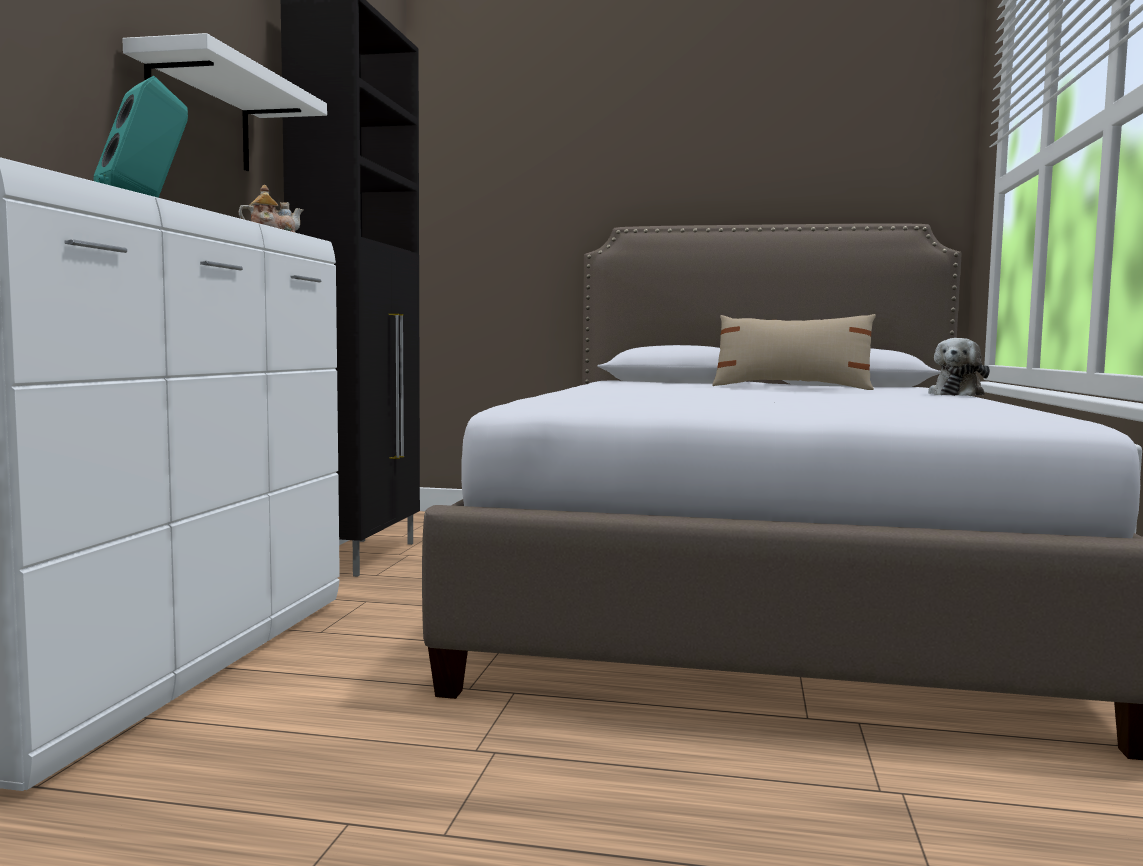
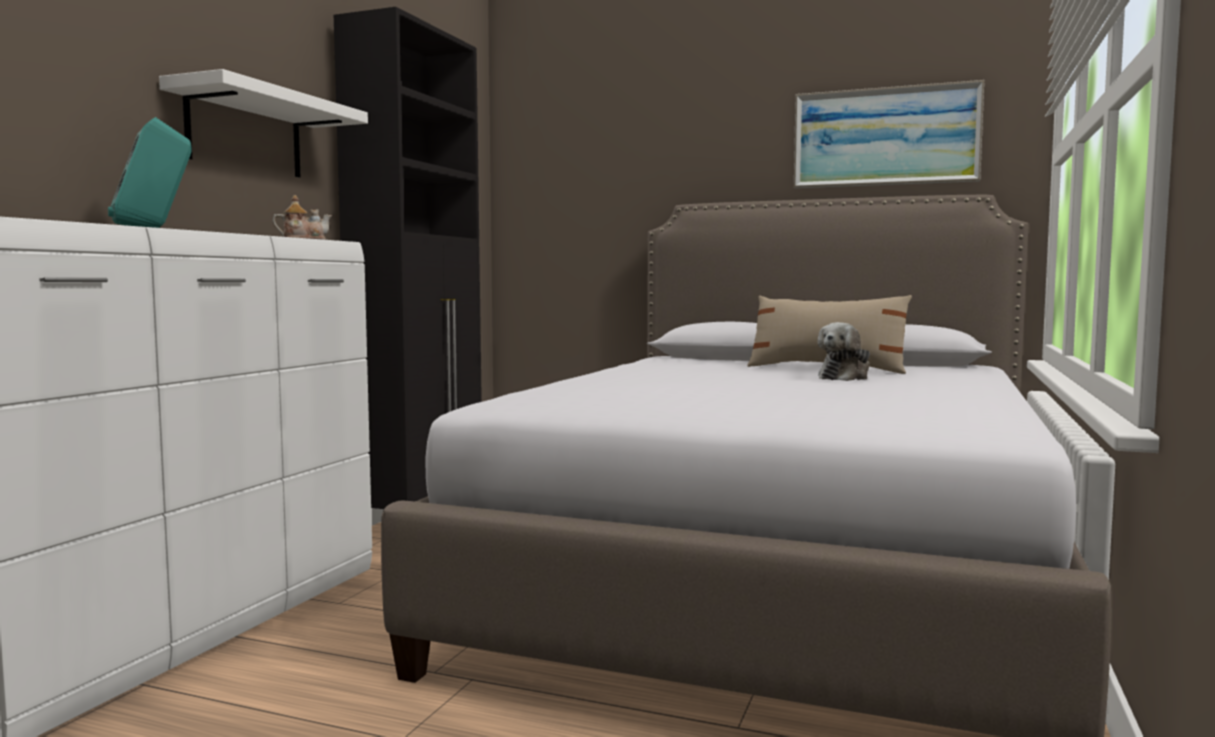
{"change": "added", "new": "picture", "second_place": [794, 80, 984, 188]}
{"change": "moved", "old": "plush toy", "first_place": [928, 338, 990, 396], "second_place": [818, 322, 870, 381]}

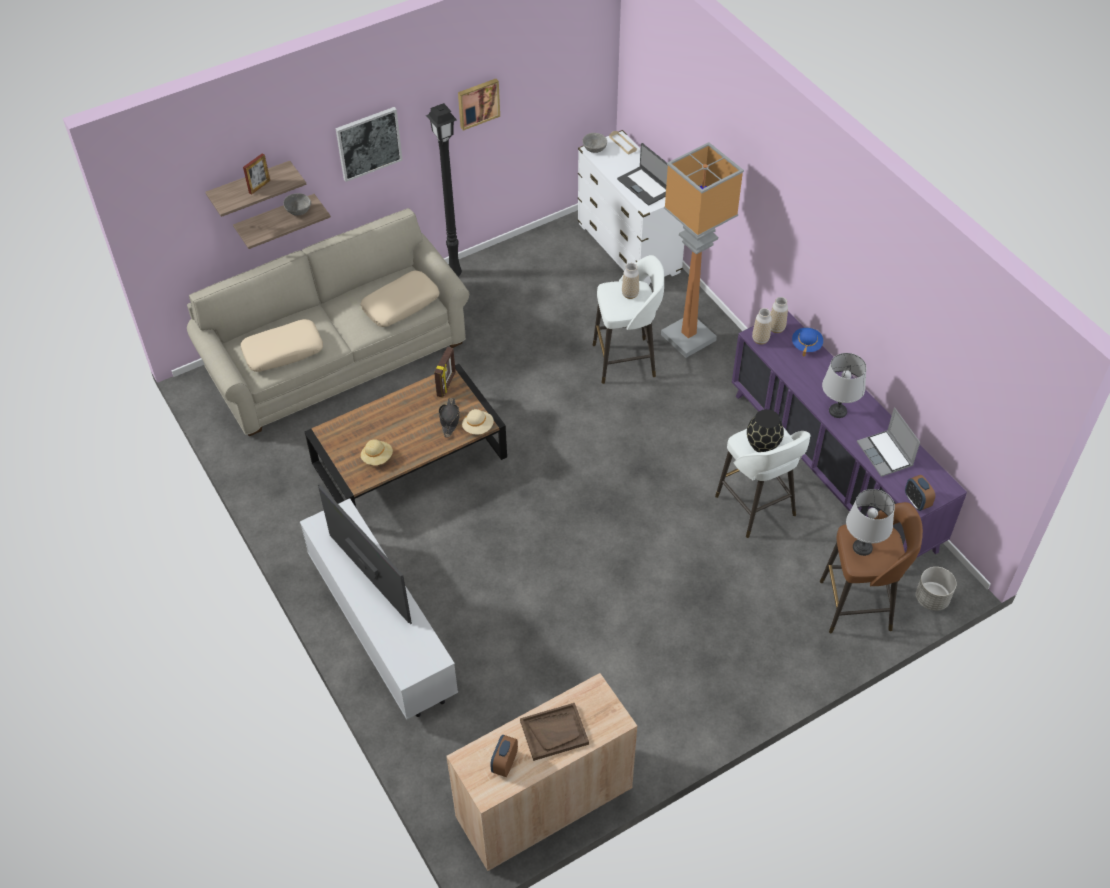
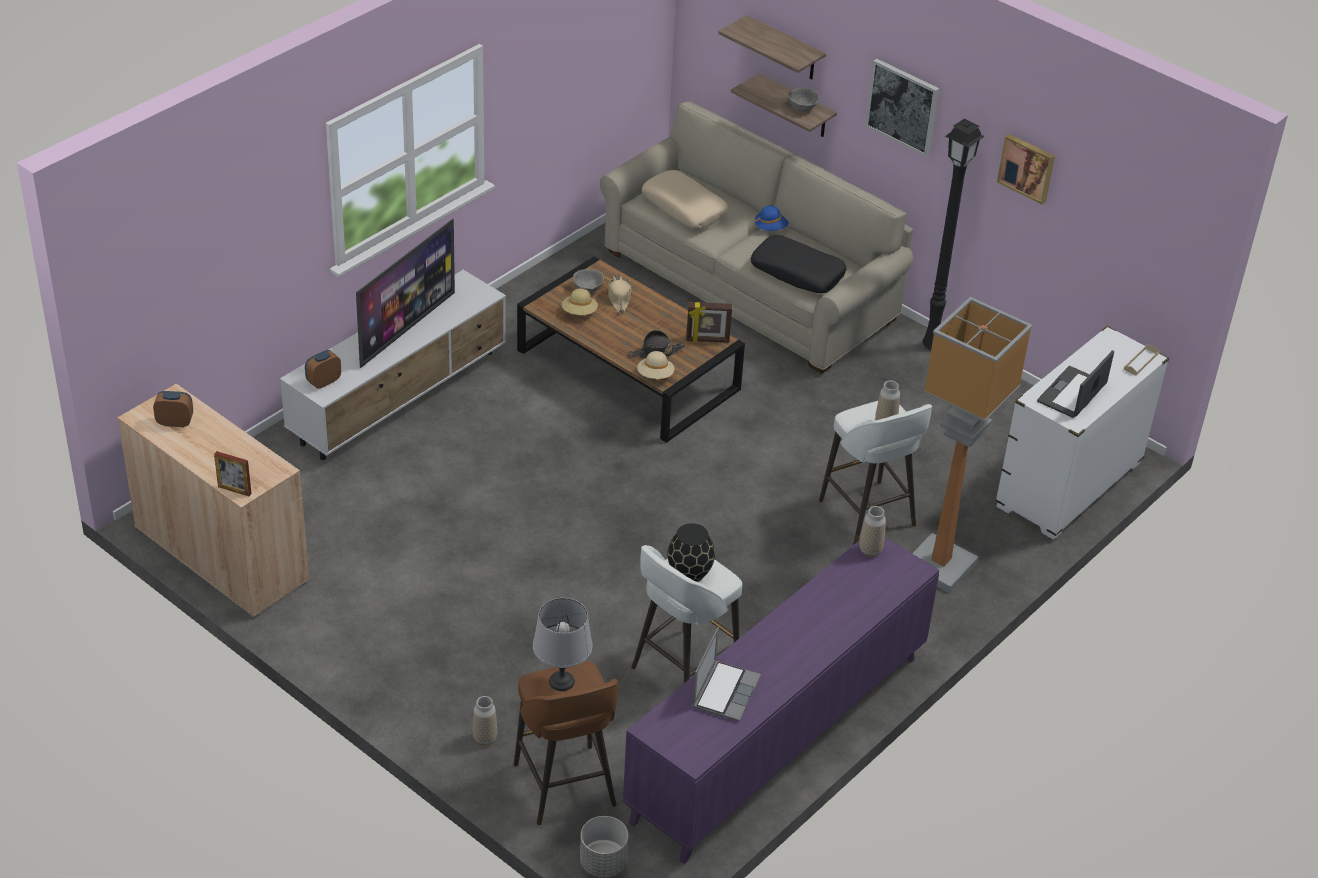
{"change": "removed", "old": "tray (brown)", "first_place": [520, 703, 589, 761]}
{"change": "removed", "old": "table lamp (grey)", "first_place": [822, 353, 867, 418]}
{"change": "added", "new": "hat (beige)", "second_place": [608, 275, 632, 313]}
{"change": "moved", "old": "picture frame", "first_place": [243, 153, 270, 195], "second_place": [214, 451, 252, 496]}
{"change": "moved", "old": "bowl (grey)", "first_place": [583, 133, 607, 153], "second_place": [573, 269, 604, 294]}
{"change": "moved", "old": "vase", "first_place": [771, 297, 788, 333], "second_place": [473, 696, 497, 745]}
{"change": "moved", "old": "hat (blue)", "first_place": [792, 328, 823, 356], "second_place": [754, 205, 789, 231]}
{"change": "moved", "old": "alarm clock", "first_place": [905, 475, 935, 511], "second_place": [305, 350, 341, 389]}
{"change": "recoloured", "old": "pillow (beige)", "new": "pillow (black)", "first_place": [361, 271, 440, 327], "second_place": [751, 235, 847, 293]}
{"change": "turned", "old": "laptop", "first_place": [857, 407, 920, 477], "second_place": [692, 627, 761, 722], "degrees": 150}

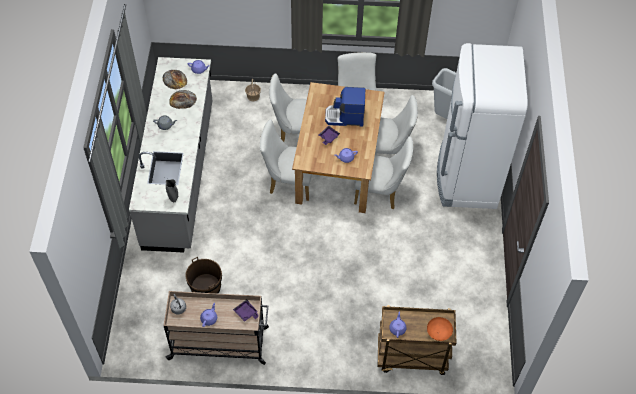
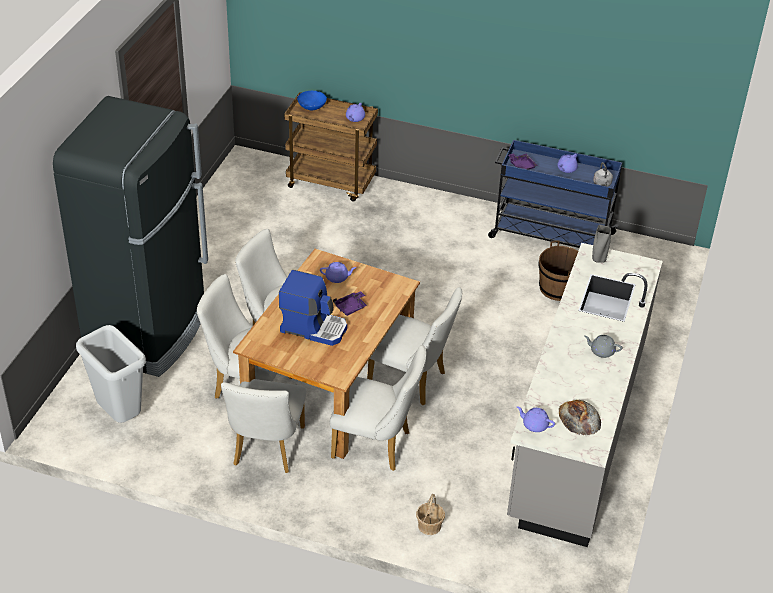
{"change": "removed", "old": "bread", "first_place": [169, 90, 197, 109]}
{"change": "recoloured", "old": "cart (beige)", "new": "cart (blue)", "first_place": [163, 291, 269, 365], "second_place": [488, 140, 622, 248]}
{"change": "recoloured", "old": "bowl (orange)", "new": "bowl (blue)", "first_place": [427, 317, 453, 341], "second_place": [297, 91, 327, 110]}
{"change": "recoloured", "old": "fridge (white)", "new": "fridge (black)", "first_place": [437, 43, 528, 209], "second_place": [53, 96, 208, 377]}

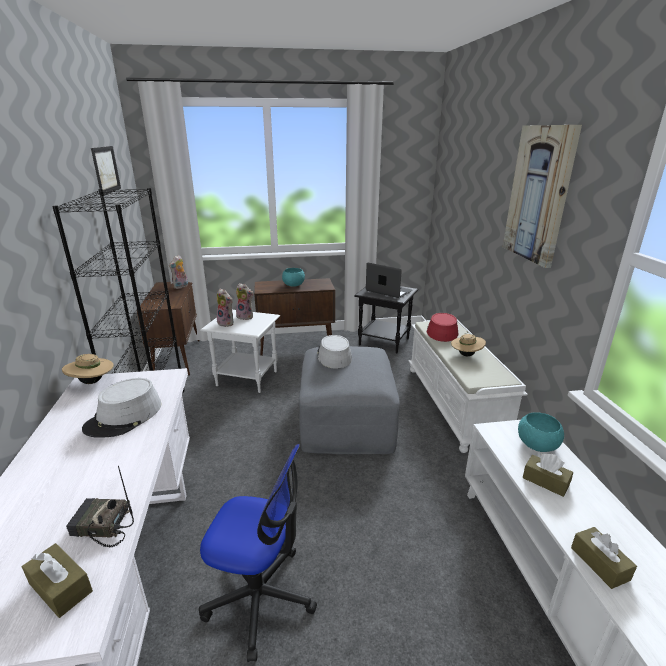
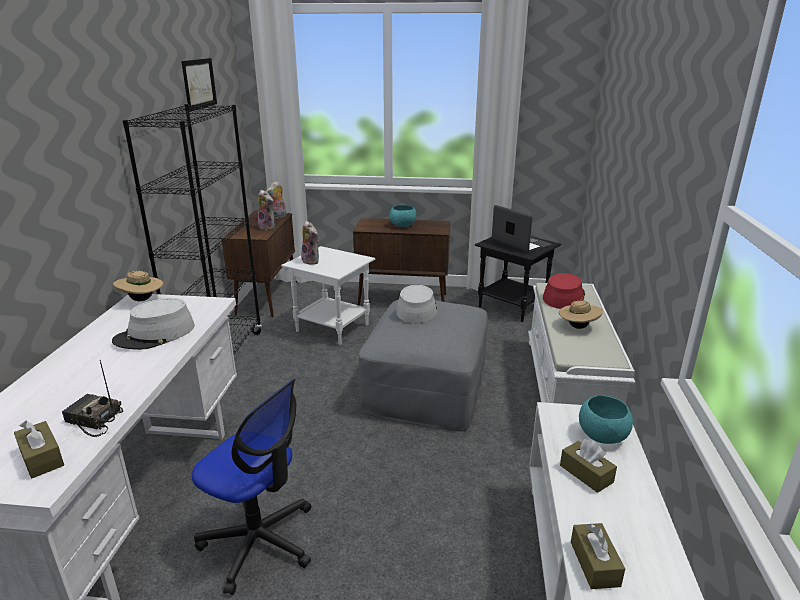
{"change": "removed", "old": "picture", "first_place": [503, 125, 582, 268]}
{"change": "moved", "old": "plush toy", "first_place": [236, 283, 254, 320], "second_place": [258, 190, 275, 230]}

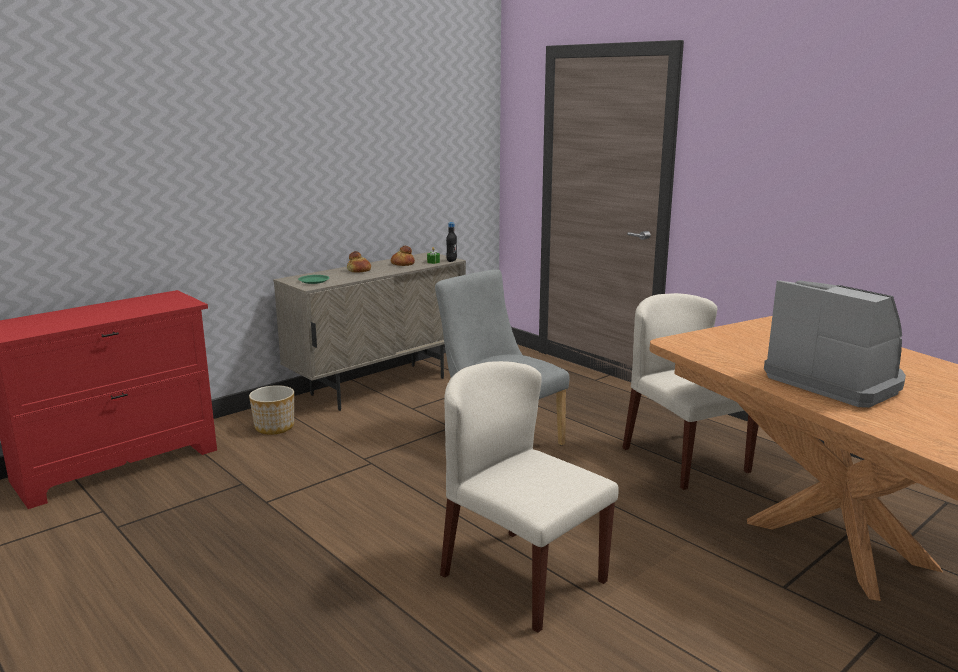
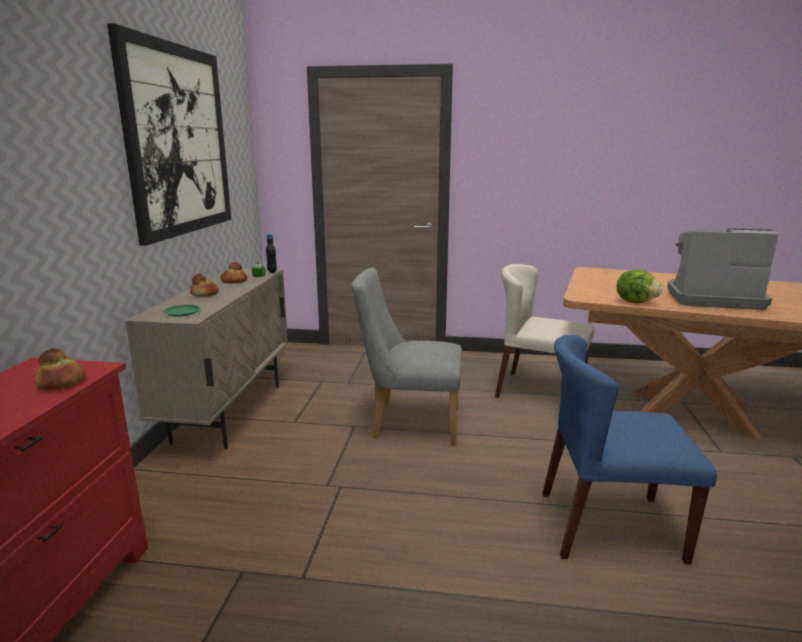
{"change": "removed", "old": "planter", "first_place": [249, 385, 294, 435]}
{"change": "added", "new": "bread", "second_place": [35, 348, 86, 390]}
{"change": "added", "new": "picture", "second_place": [107, 23, 231, 246]}
{"change": "added", "new": "lettuce", "second_place": [617, 270, 662, 303]}
{"change": "recoloured", "old": "chair (beige)", "new": "chair (blue)", "first_place": [440, 361, 619, 633], "second_place": [543, 335, 717, 564]}

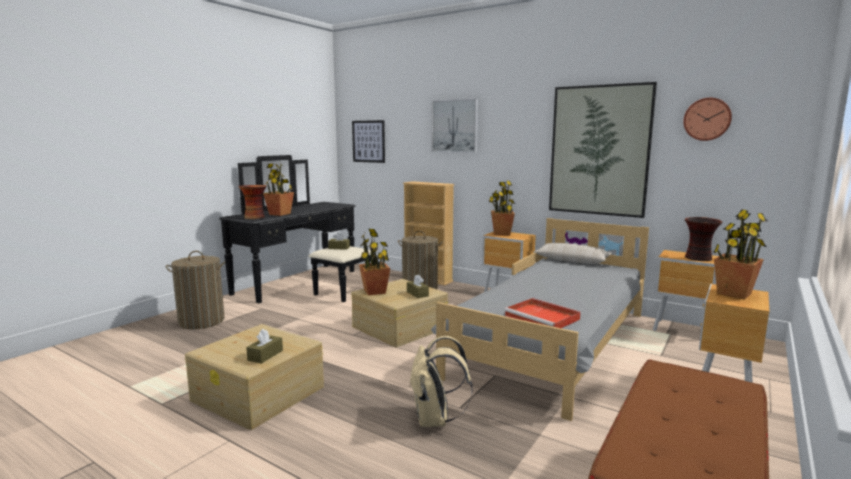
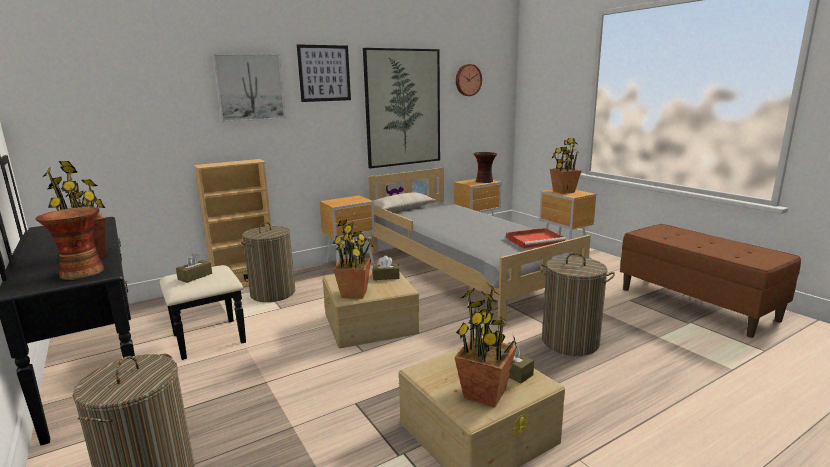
{"change": "moved", "old": "picture", "first_place": [352, 120, 385, 163], "second_place": [297, 44, 351, 102]}
{"change": "moved", "old": "potted plant", "first_place": [489, 181, 515, 236], "second_place": [454, 283, 517, 408]}
{"change": "replaced", "old": "backpack (beige)", "new": "laundry basket", "first_place": [409, 336, 473, 427], "second_place": [539, 253, 615, 356]}

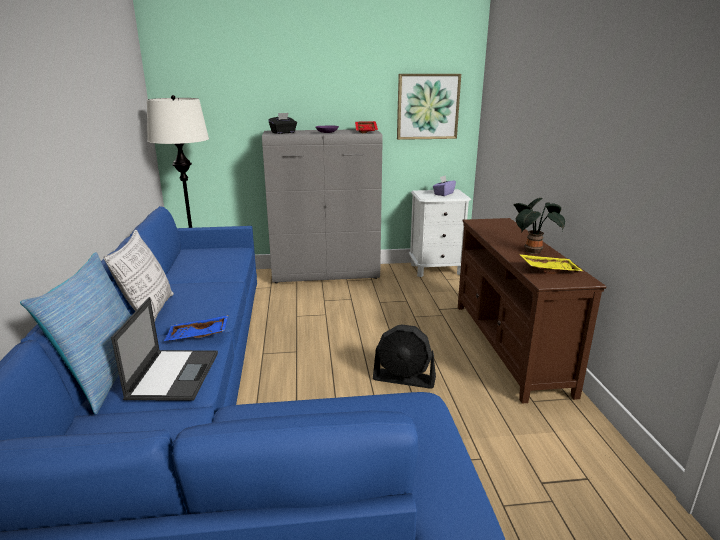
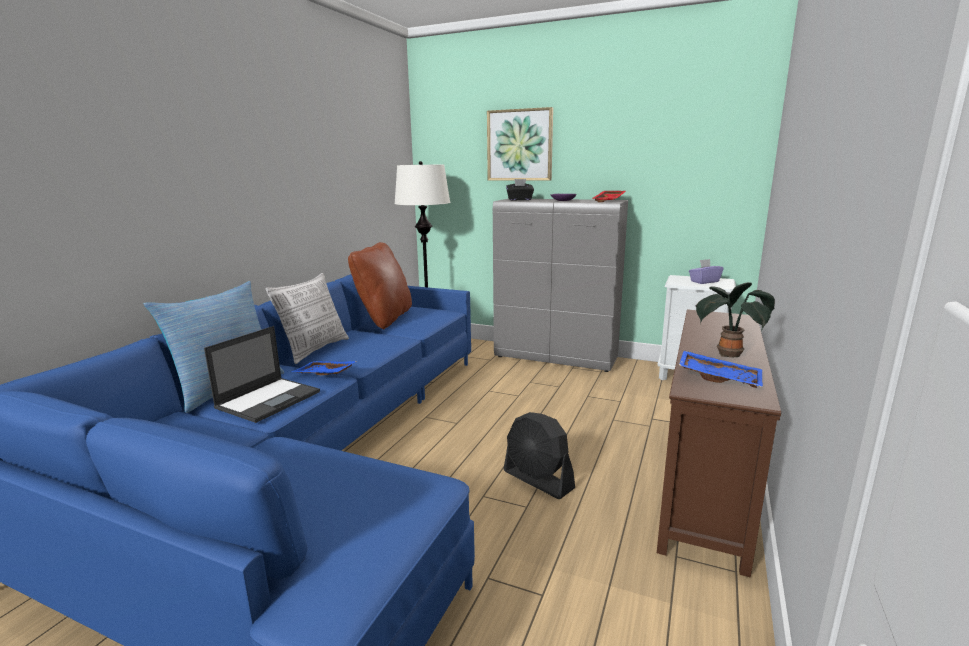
{"change": "added", "new": "pillow (brown)", "second_place": [348, 242, 412, 329]}
{"change": "moved", "old": "picture", "first_place": [397, 74, 461, 140], "second_place": [487, 107, 553, 181]}
{"change": "recoloured", "old": "tray (yellow)", "new": "tray (blue)", "first_place": [519, 254, 584, 274], "second_place": [679, 351, 763, 388]}

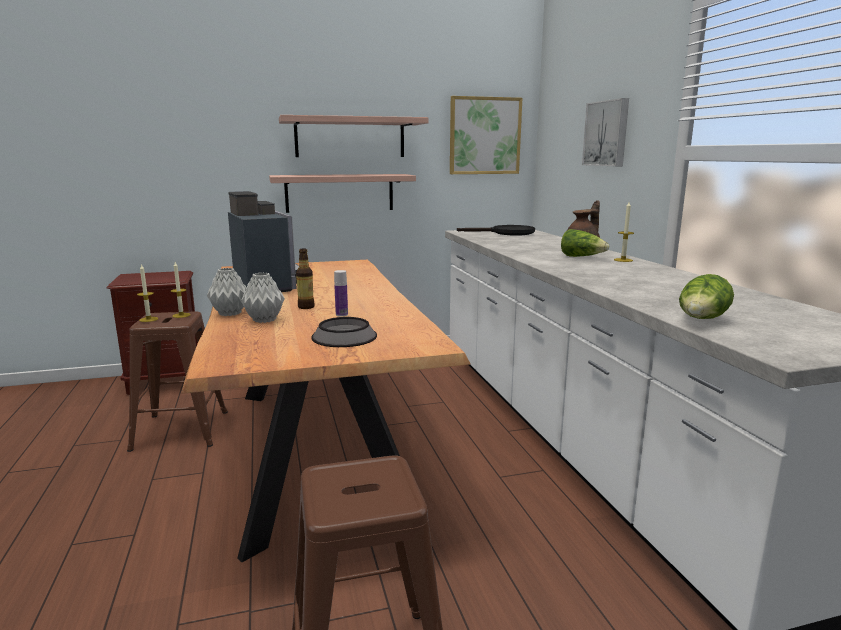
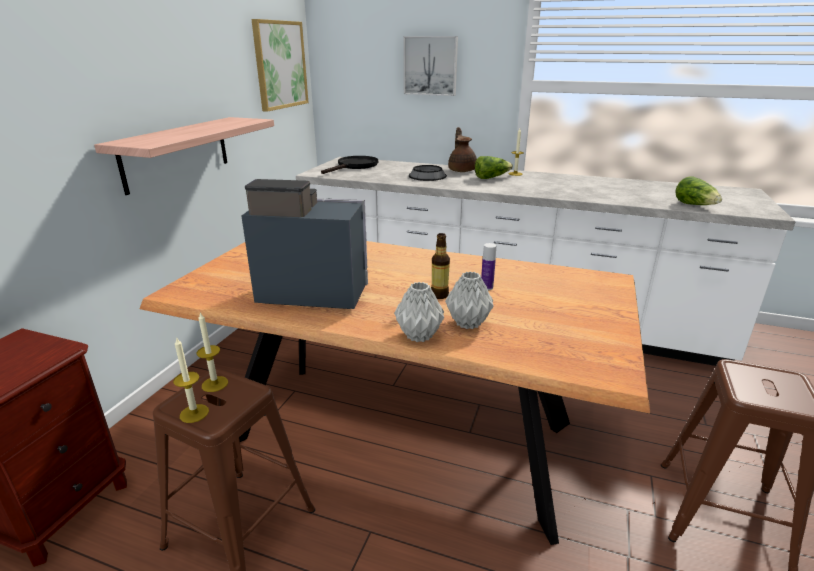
{"change": "removed", "old": "shelf", "first_place": [279, 115, 429, 157]}
{"change": "moved", "old": "bowl", "first_place": [311, 317, 377, 347], "second_place": [409, 165, 447, 181]}

